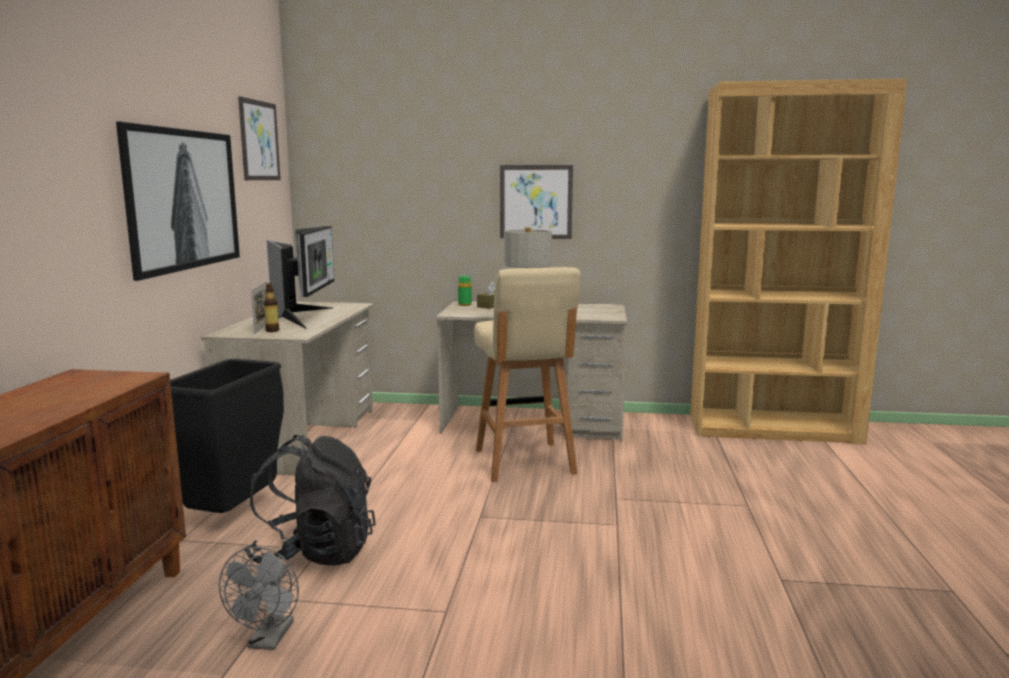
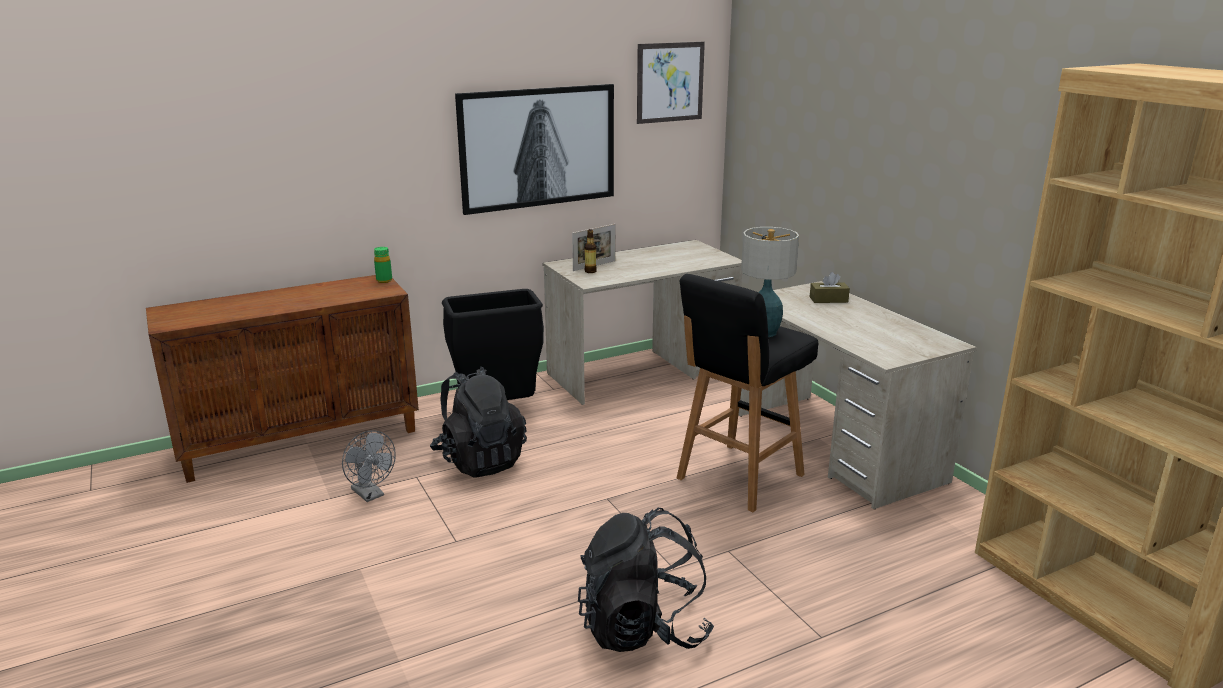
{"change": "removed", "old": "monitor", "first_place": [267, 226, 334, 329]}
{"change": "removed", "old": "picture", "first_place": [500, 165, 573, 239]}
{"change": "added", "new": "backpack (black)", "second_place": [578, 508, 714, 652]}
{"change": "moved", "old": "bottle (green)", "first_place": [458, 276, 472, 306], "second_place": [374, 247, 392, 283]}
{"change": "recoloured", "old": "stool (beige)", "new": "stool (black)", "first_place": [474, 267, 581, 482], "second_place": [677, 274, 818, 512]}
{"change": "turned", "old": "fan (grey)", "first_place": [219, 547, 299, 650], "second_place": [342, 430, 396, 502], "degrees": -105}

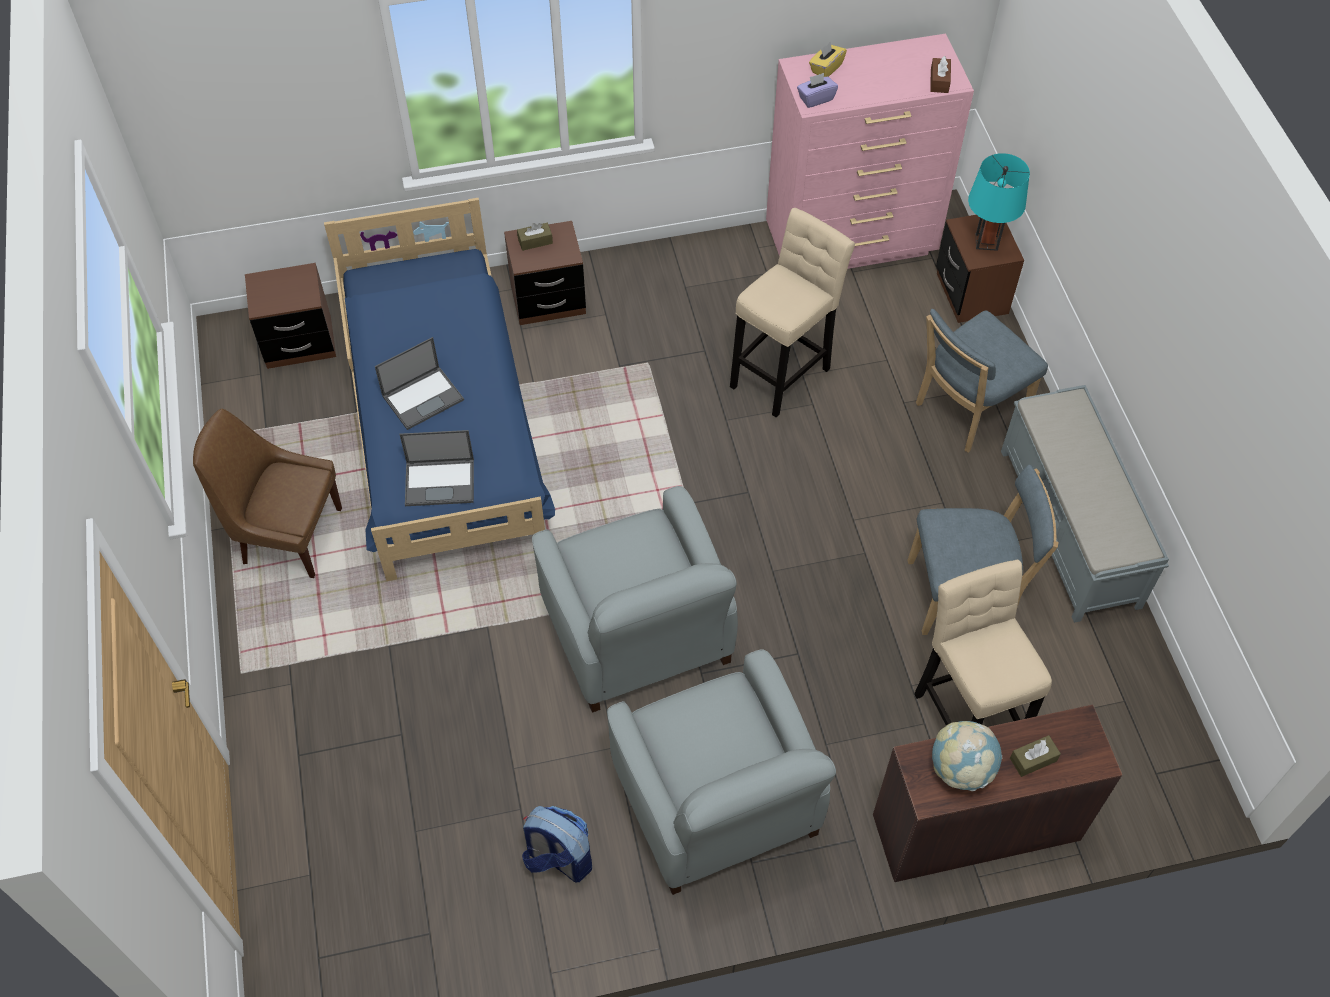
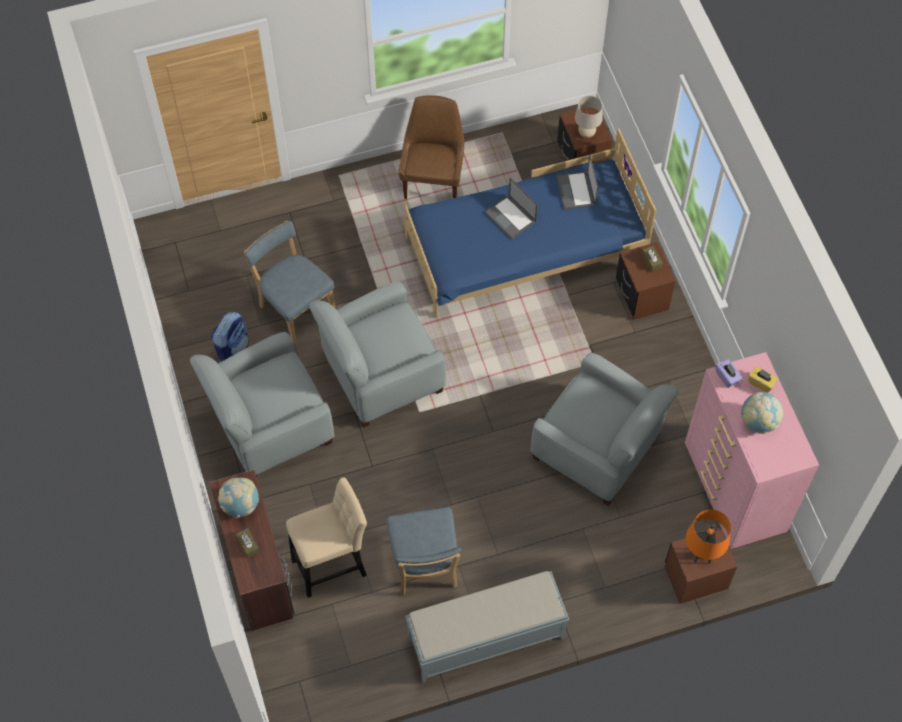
{"change": "removed", "old": "tissue box (brown)", "first_place": [930, 56, 951, 93]}
{"change": "added", "new": "table lamp (beige)", "second_place": [575, 96, 603, 138]}
{"change": "added", "new": "globe", "second_place": [741, 392, 783, 434]}
{"change": "moved", "old": "laptop", "first_place": [399, 430, 474, 506], "second_place": [556, 154, 598, 210]}
{"change": "moved", "old": "chair (blue)", "first_place": [916, 309, 1048, 453], "second_place": [244, 221, 335, 343]}
{"change": "replaced", "old": "stool (beige)", "new": "armchair (grey)", "first_place": [730, 208, 855, 417], "second_place": [530, 353, 679, 506]}
{"change": "recoloured", "old": "table lamp (turquoise)", "new": "table lamp (orange)", "first_place": [968, 153, 1030, 251], "second_place": [686, 509, 731, 563]}

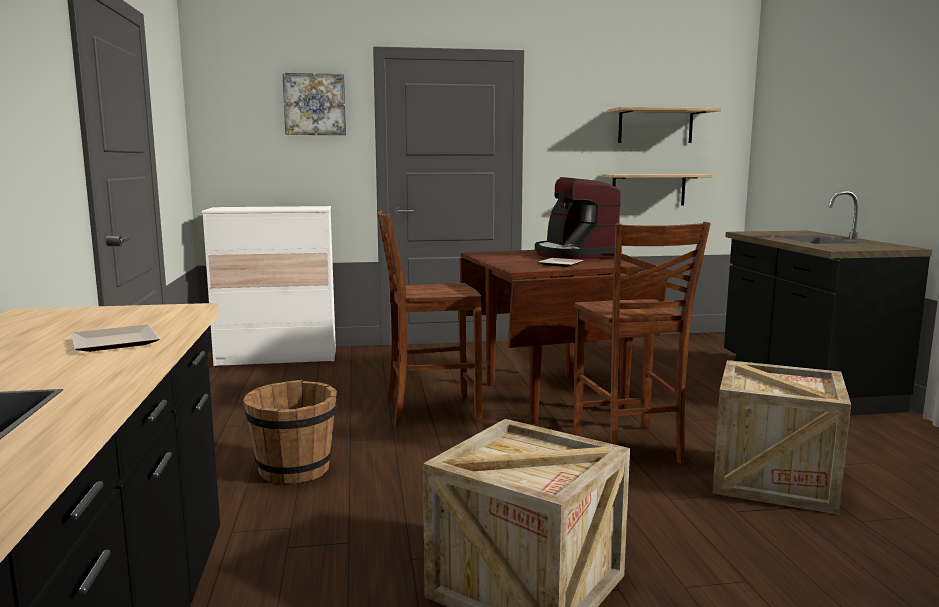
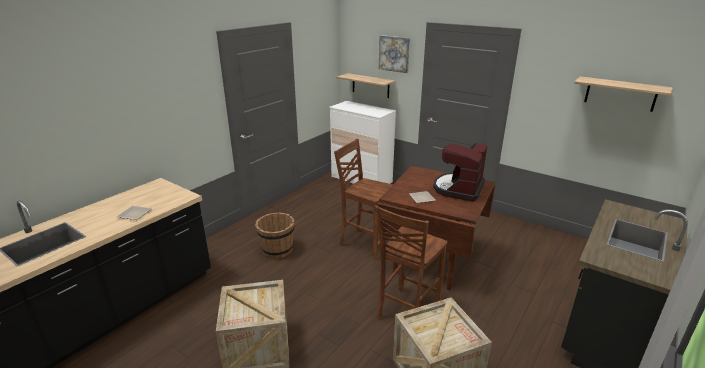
{"change": "moved", "old": "shelf", "first_place": [601, 174, 713, 206], "second_place": [336, 73, 396, 98]}

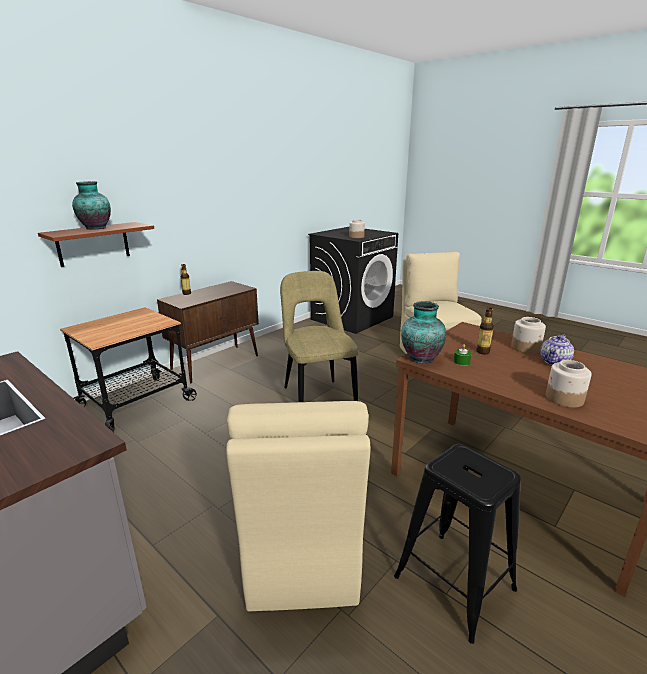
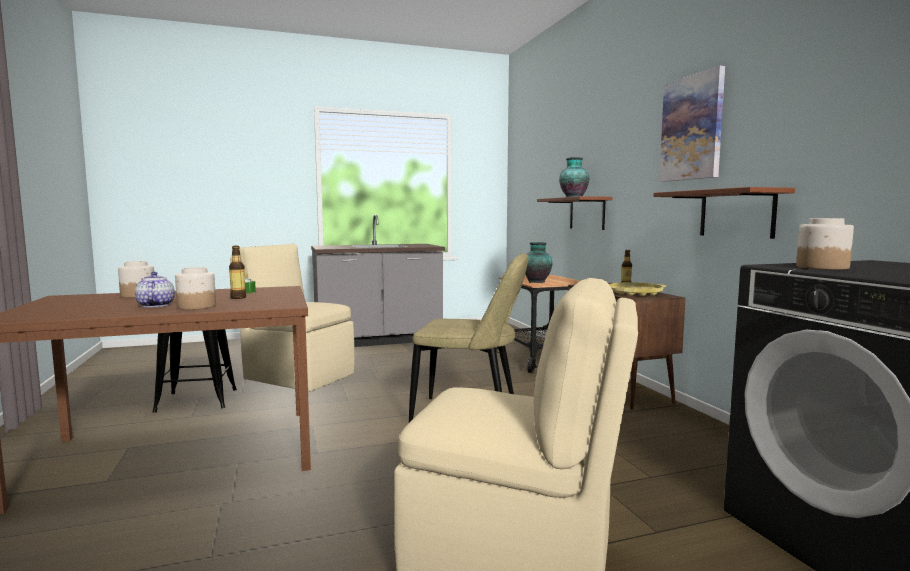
{"change": "added", "new": "tray (yellow)", "second_place": [609, 282, 666, 296]}
{"change": "added", "new": "shelf (brown)", "second_place": [653, 187, 795, 239]}
{"change": "added", "new": "picture", "second_place": [659, 66, 725, 182]}
{"change": "moved", "old": "vase", "first_place": [401, 301, 446, 364], "second_place": [525, 242, 552, 283]}

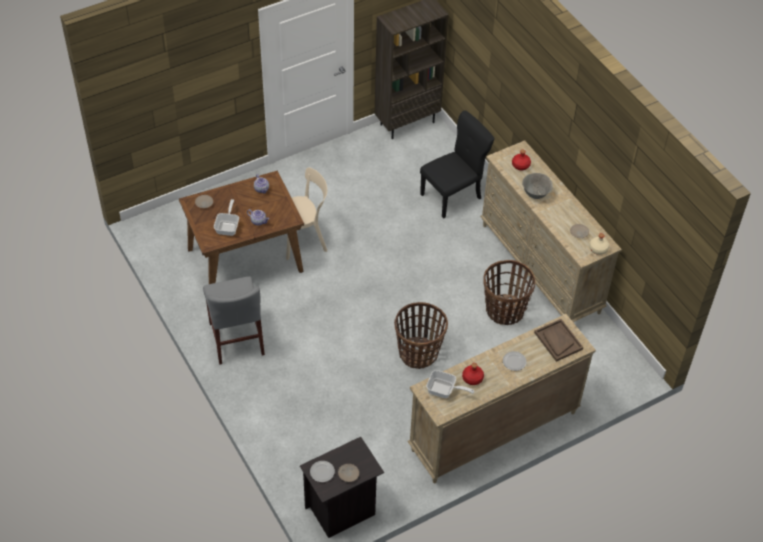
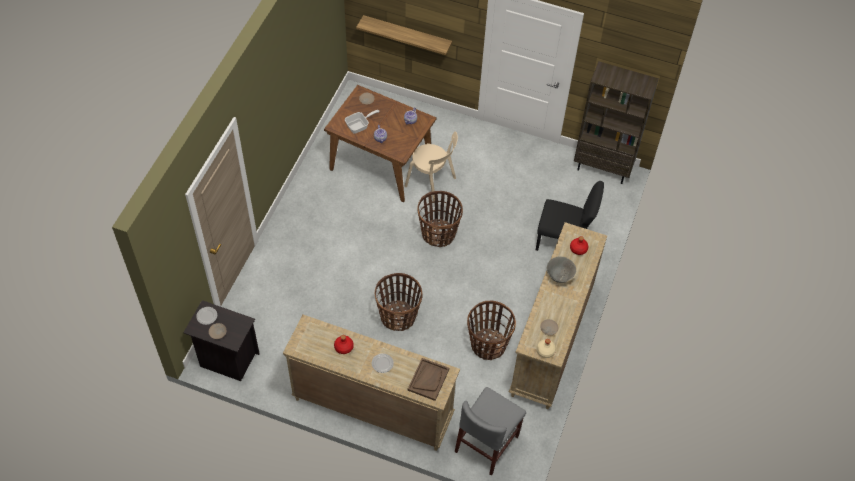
{"change": "removed", "old": "frying pan", "first_place": [426, 370, 474, 398]}
{"change": "added", "new": "shelf", "second_place": [356, 15, 452, 55]}
{"change": "added", "new": "basket", "second_place": [417, 191, 463, 247]}
{"change": "moved", "old": "chair (grey)", "first_place": [203, 276, 265, 365], "second_place": [455, 387, 526, 476]}

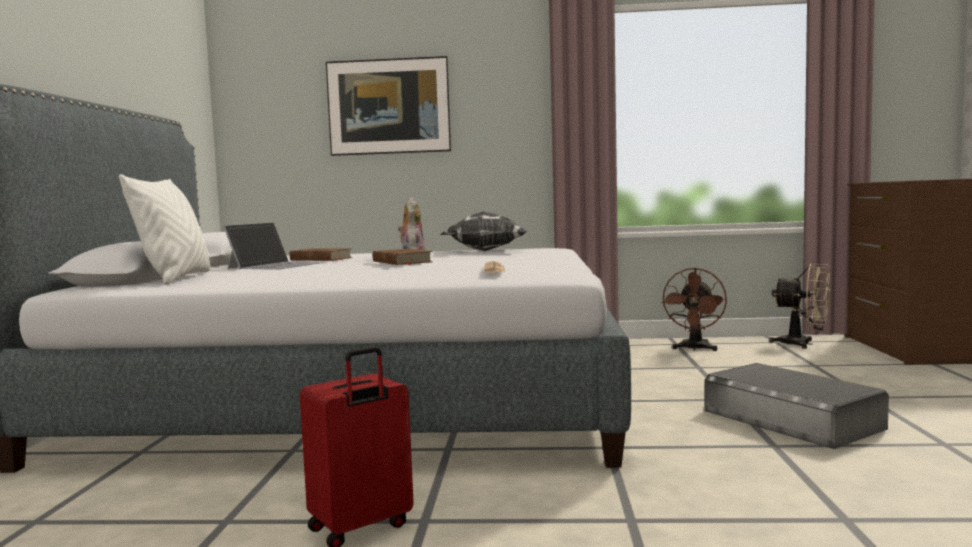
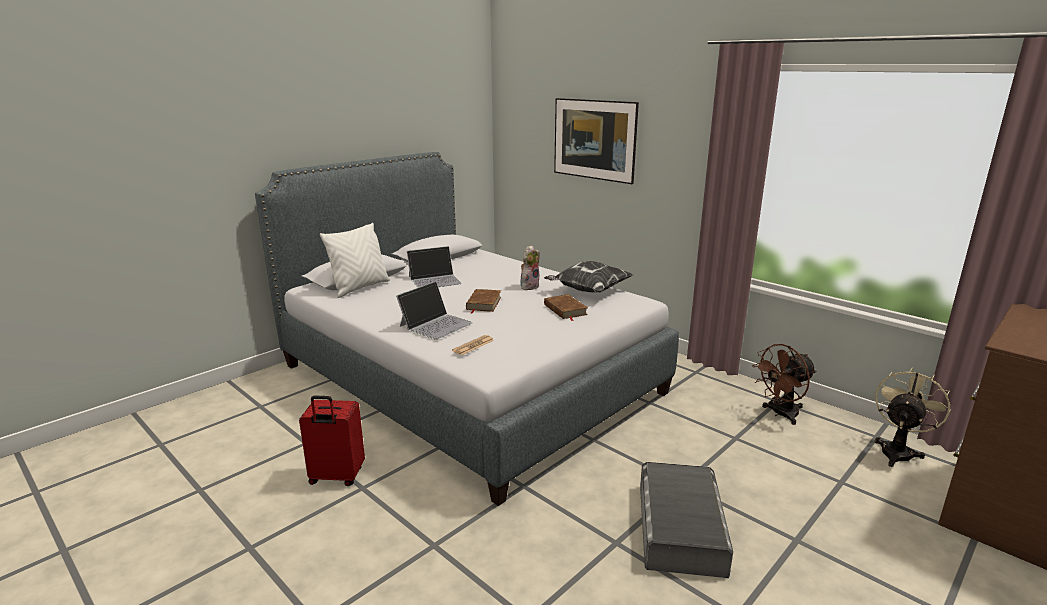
{"change": "added", "new": "laptop", "second_place": [396, 281, 472, 340]}
{"change": "moved", "old": "book (brown)", "first_place": [290, 248, 352, 261], "second_place": [544, 294, 588, 321]}
{"change": "turned", "old": "fan (beige)", "first_place": [769, 263, 830, 349], "second_place": [875, 368, 951, 467], "degrees": -120}

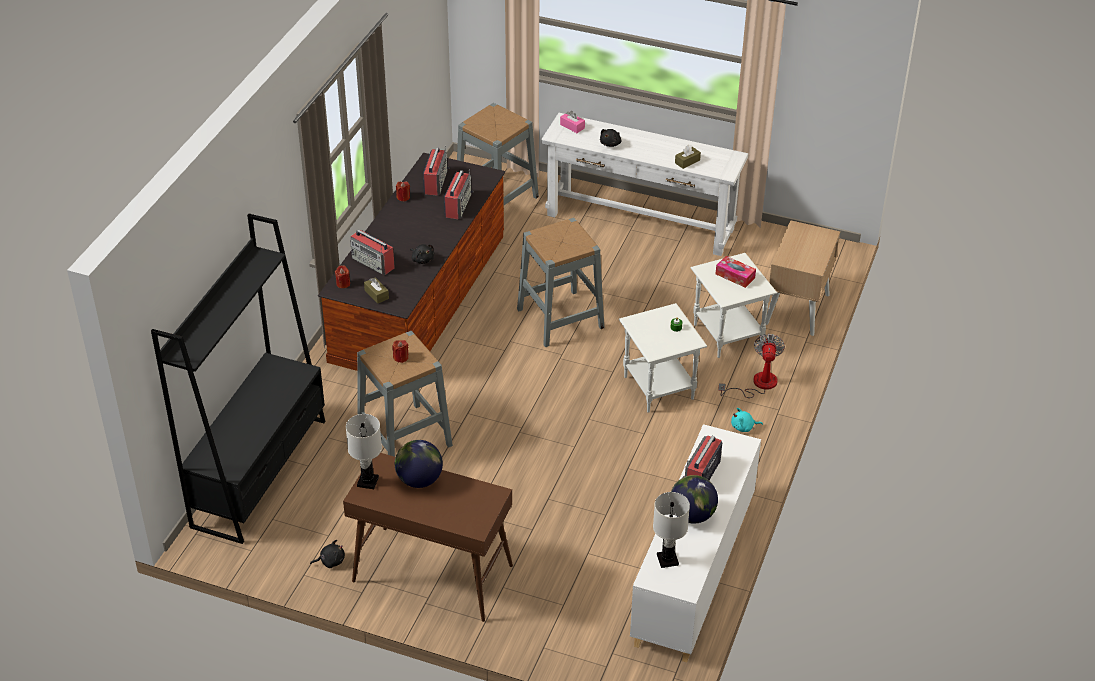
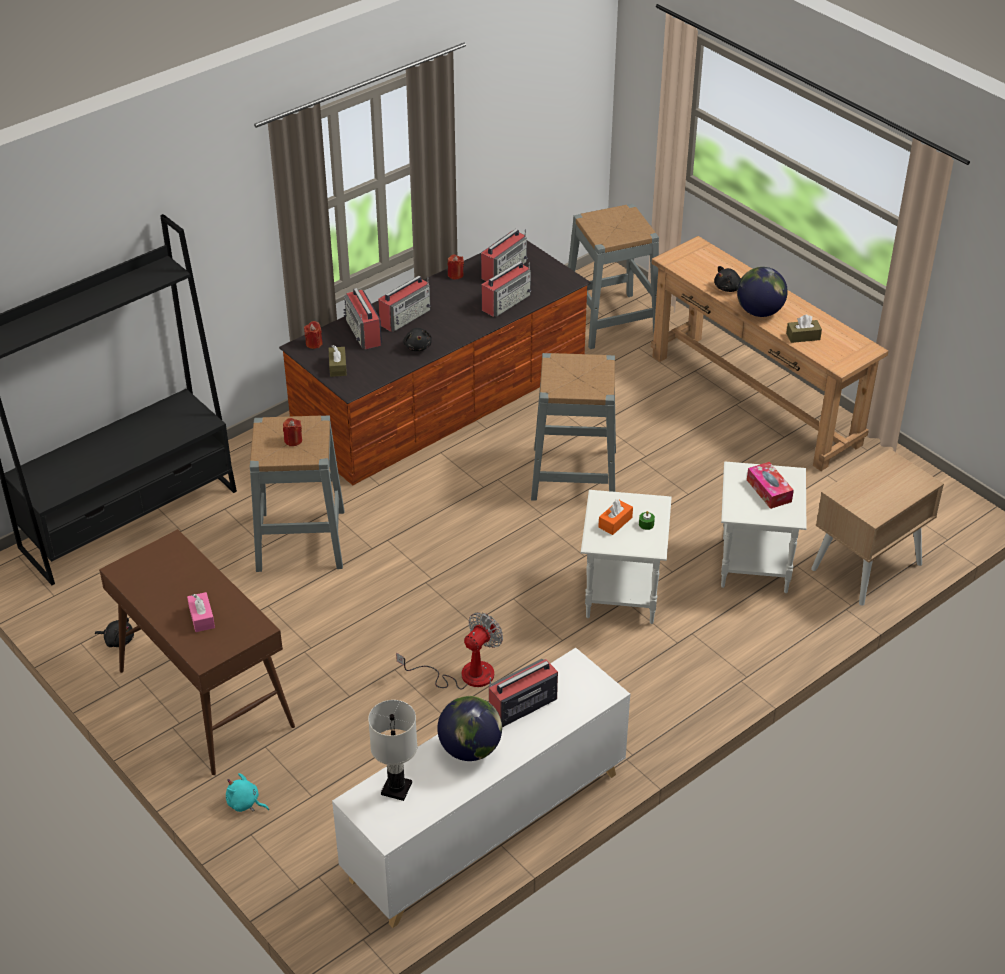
{"change": "removed", "old": "table lamp (white)", "first_place": [346, 414, 382, 489]}
{"change": "added", "new": "radio", "second_place": [378, 276, 431, 332]}
{"change": "added", "new": "tissue box (orange)", "second_place": [598, 499, 633, 535]}
{"change": "moved", "old": "globe", "first_place": [395, 440, 443, 488], "second_place": [737, 267, 788, 317]}
{"change": "moved", "old": "tissue box (pink)", "first_place": [560, 111, 585, 133], "second_place": [187, 592, 215, 632]}
{"change": "moved", "old": "fan", "first_place": [718, 334, 785, 398], "second_place": [396, 612, 503, 689]}
{"change": "moved", "old": "plush toy (turquoise)", "first_place": [731, 408, 763, 432], "second_place": [226, 773, 269, 812]}
{"change": "recoloured", "old": "console table (white)", "new": "console table (brown)", "first_place": [541, 113, 748, 256], "second_place": [651, 236, 888, 471]}

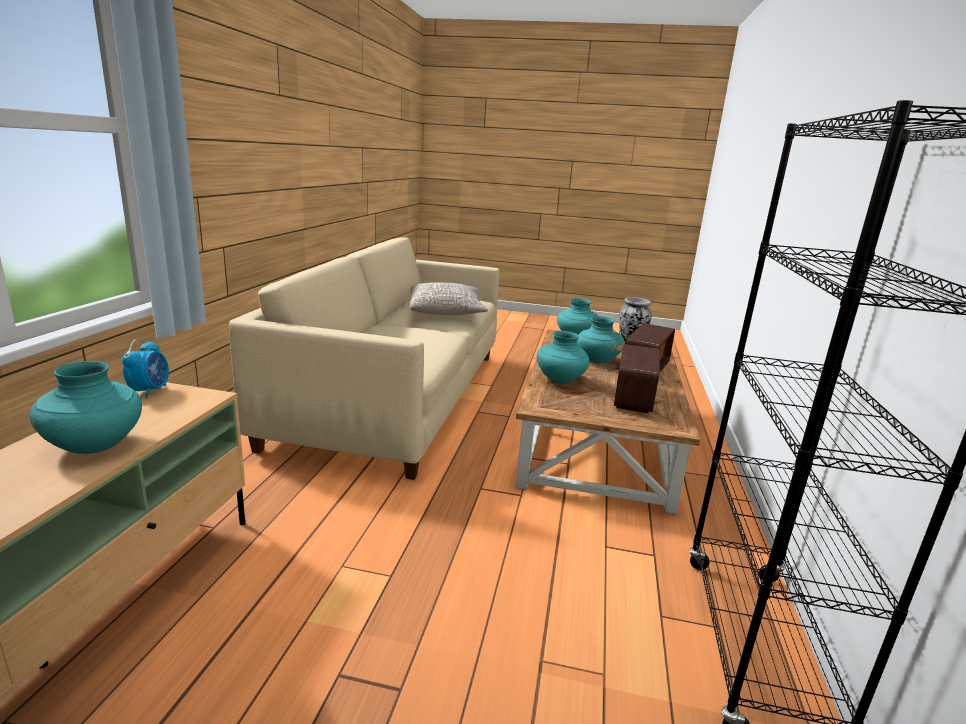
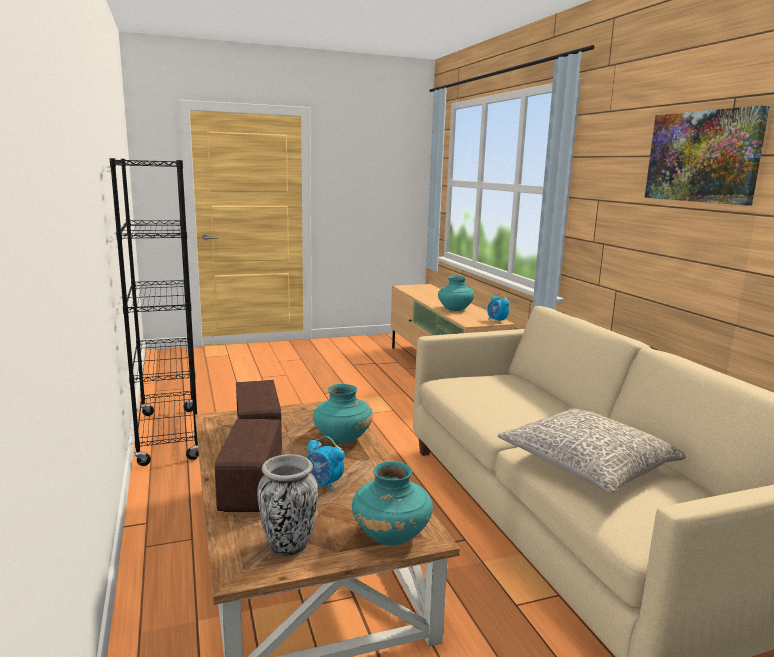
{"change": "added", "new": "picture", "second_place": [645, 105, 770, 206]}
{"change": "replaced", "old": "vase (turquoise)", "new": "alarm clock", "first_place": [577, 316, 625, 363], "second_place": [306, 436, 345, 492]}

